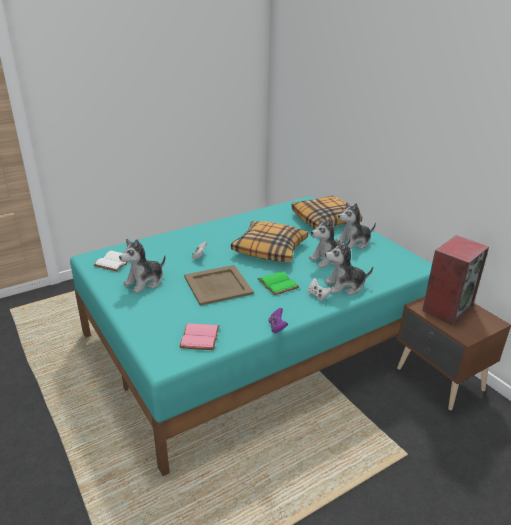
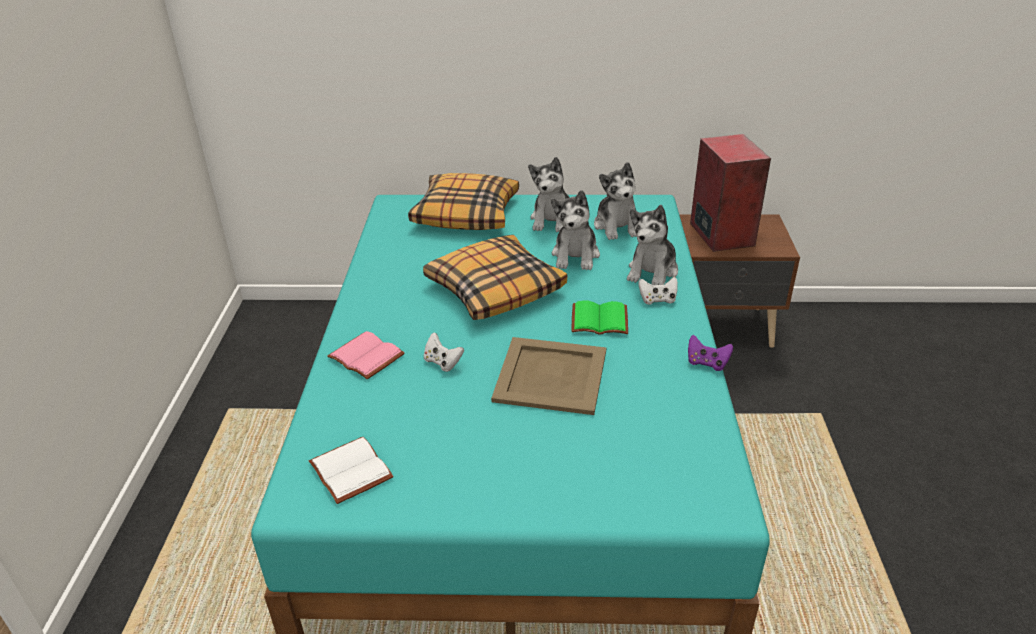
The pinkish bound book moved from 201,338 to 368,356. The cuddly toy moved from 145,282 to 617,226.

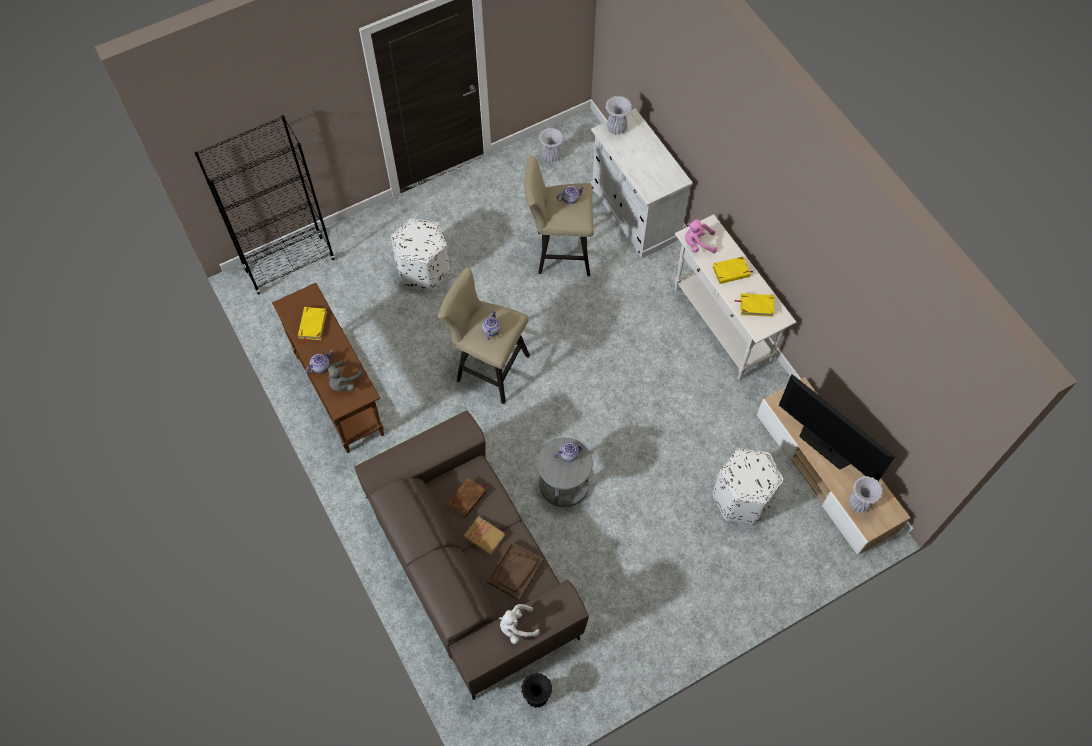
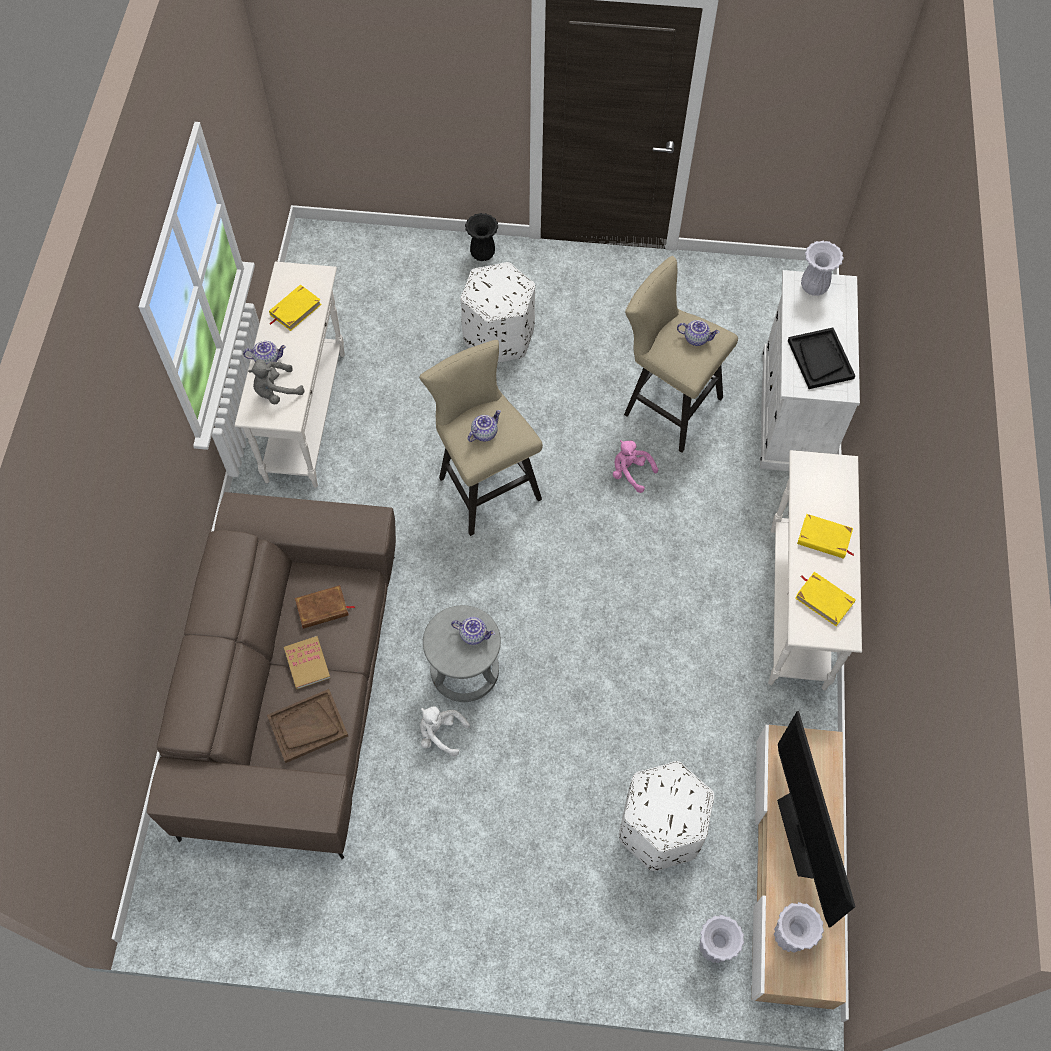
The brown-coloured narrow table at 340,395 became the white narrow table at 306,416. The white cuddly toy moved from 517,627 to 440,734. The blackish decorative vase moved from 537,696 to 483,254. The pinkish cuddly toy moved from 698,244 to 630,472. The white decorative vase moved from 550,157 to 714,946. The blackish carrying tray at 820,359 appeared. The blackish bookshelf at 290,264 disappeared.

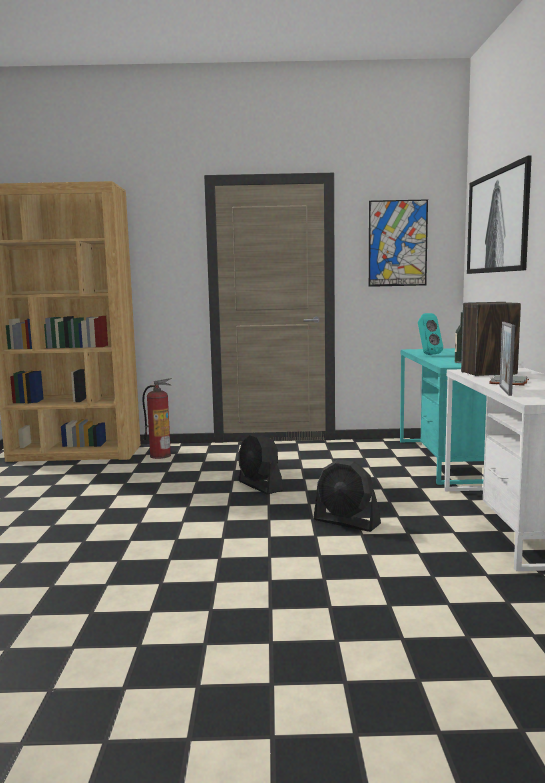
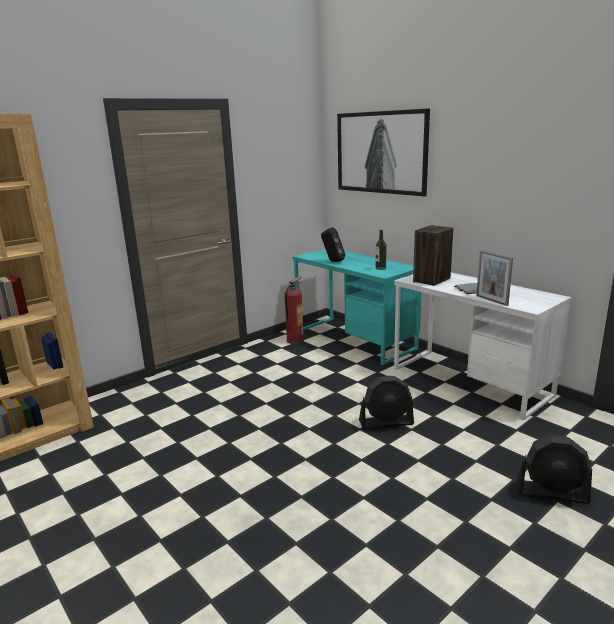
The fire extinguisher moved from 160,455 to 295,340. The turquoise-coloured speaker at 427,354 became the blackish speaker at 332,261. The blackish fan moved from 260,486 to 552,492. The wall art at 397,243 disappeared.

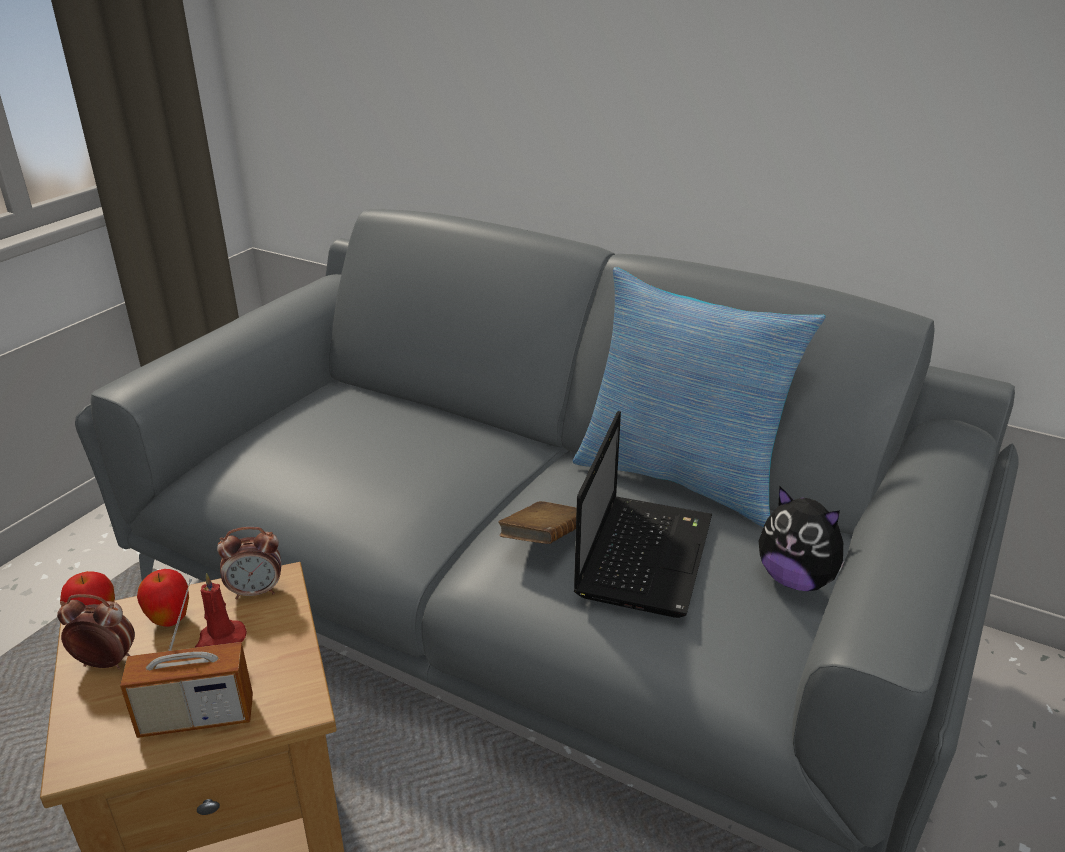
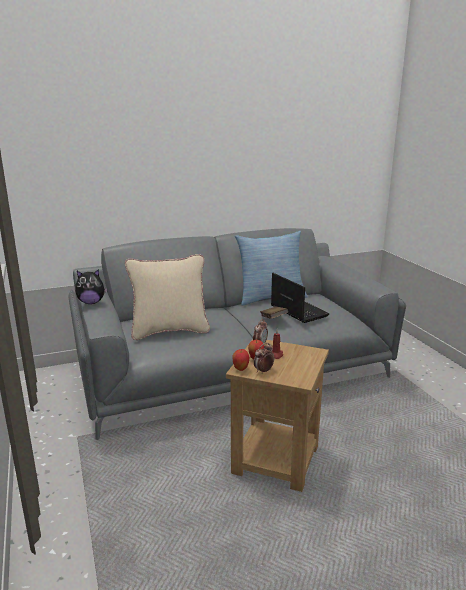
The cuddly toy moved from 797,580 to 91,302. The beige throw pillow at 169,331 appeared. The radio set at 196,717 disappeared.

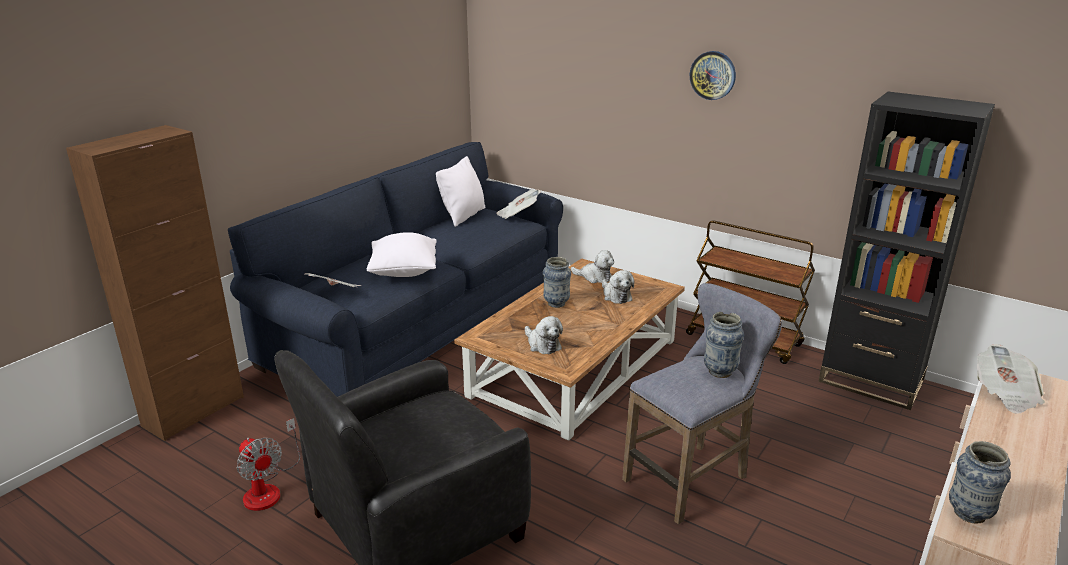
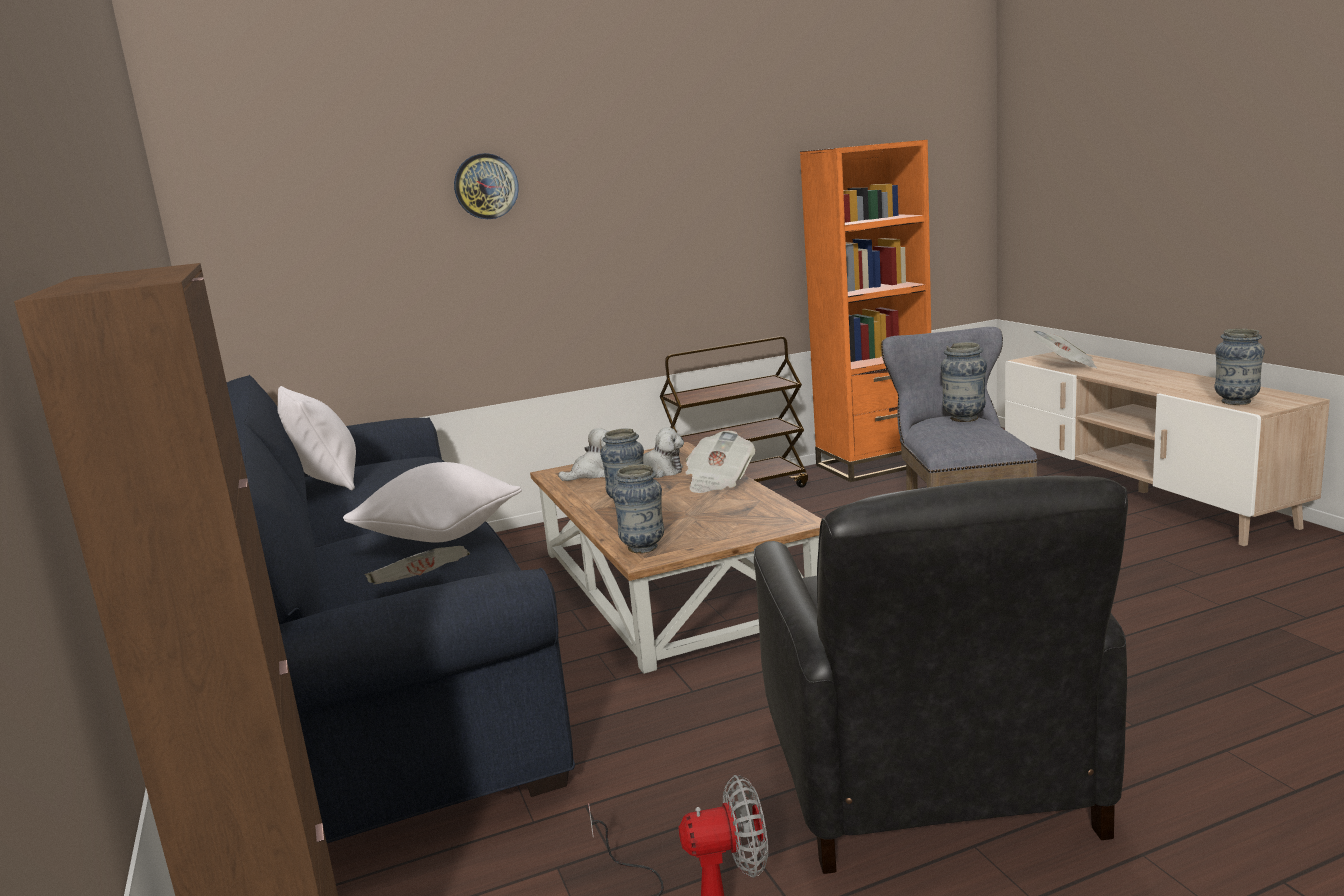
The wall clock moved from 713,75 to 486,186. The decorative vase at 643,547 appeared. The printed paper moved from 518,215 to 718,481. The blackish bookshelf at 870,381 became the orange-coloured bookshelf at 874,464. The cuddly toy at 542,344 disappeared.

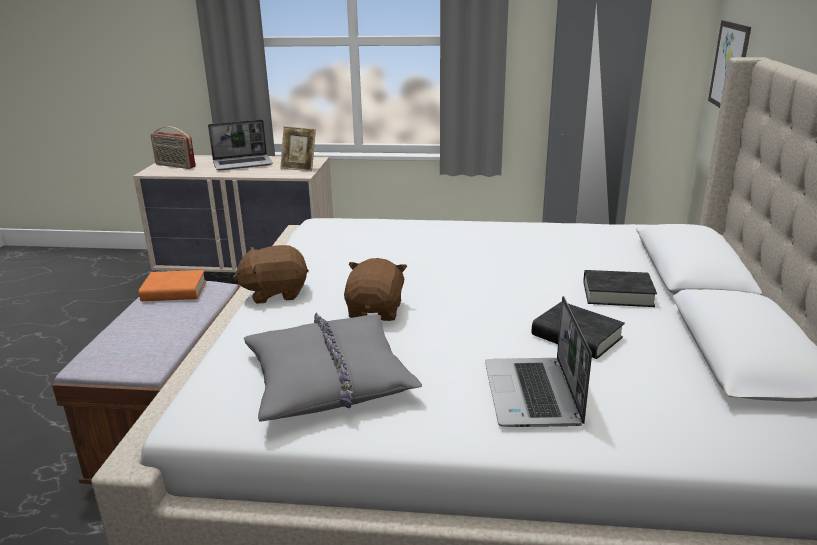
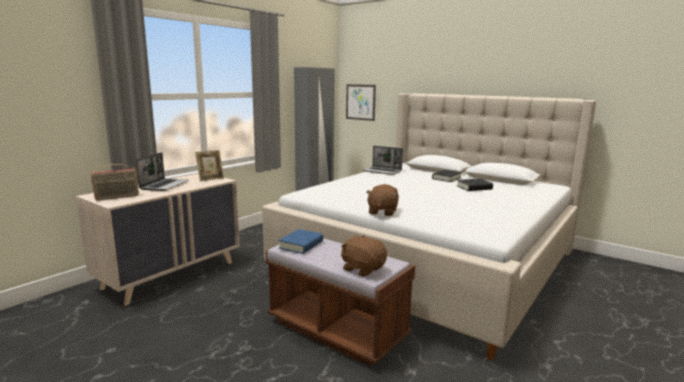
The orange-coloured bound book at 174,291 became the blue-coloured bound book at 301,245. The brown-coloured cuddly toy moved from 376,311 to 363,269. The laptop moved from 533,395 to 383,171. The grey throw pillow at 328,379 disappeared.

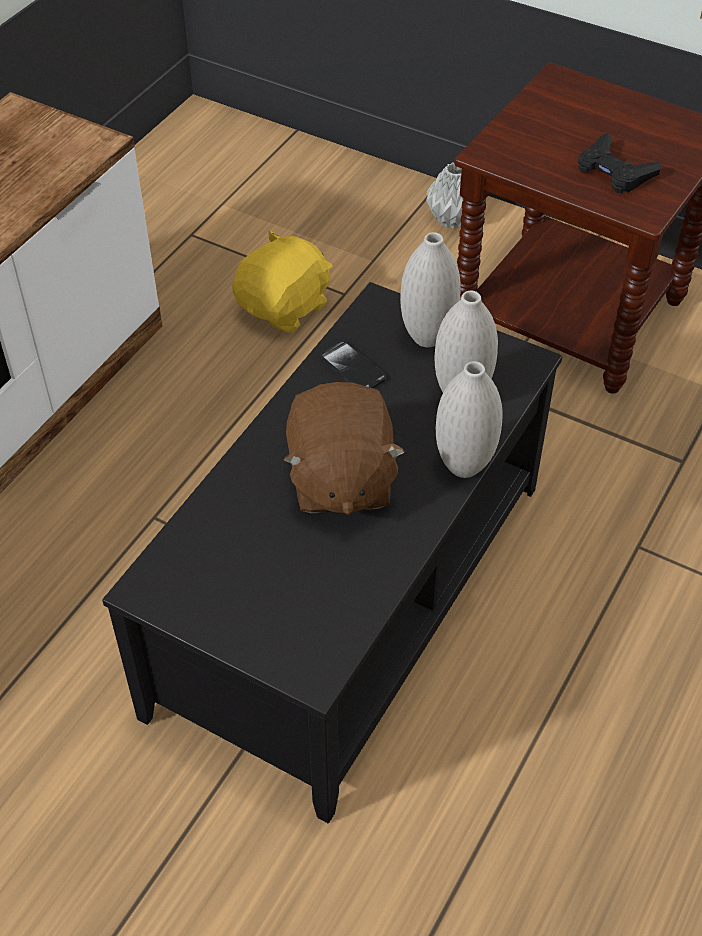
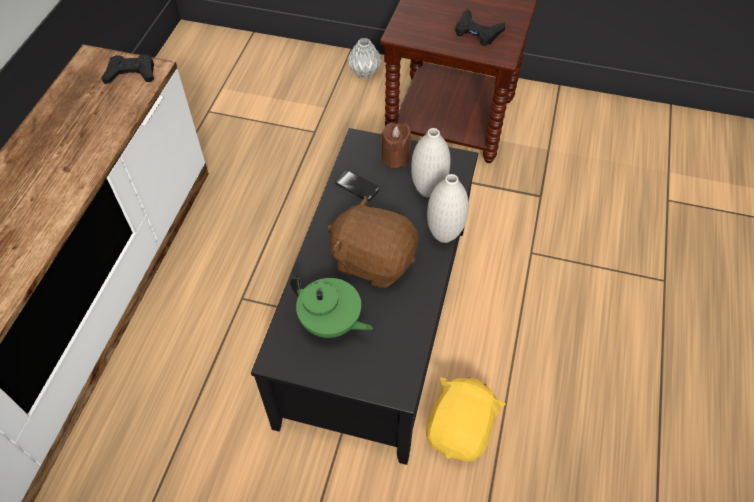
The blackish joypad at 131,74 appeared. The green-coloured pot for tea at 331,323 appeared. The brown-coloured cuddly toy at 340,479 turned 135 degrees clockwise. The white decorative vase at 427,338 was replaced by the brown-coloured candle at 395,157. The yellow-coloured cuddly toy moved from 285,307 to 460,429.

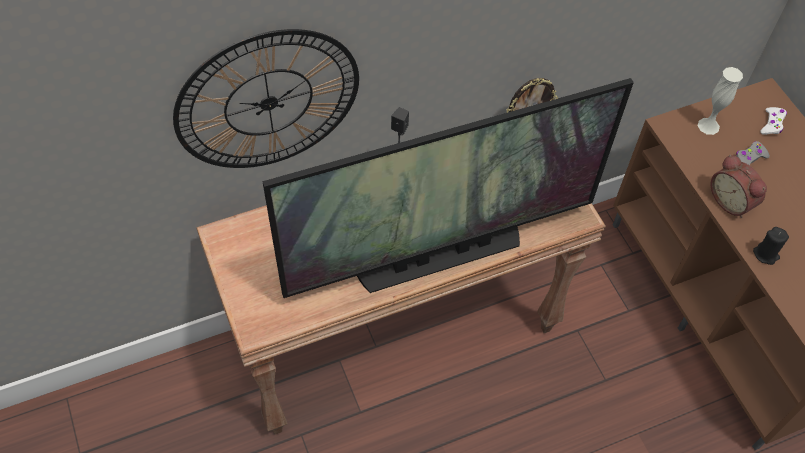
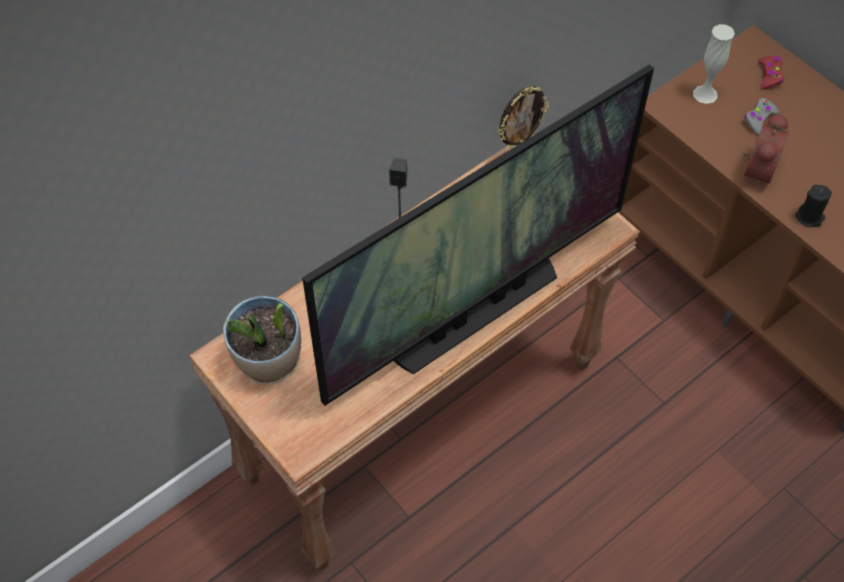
The plant in a pot at 269,362 appeared. The bedside clock at 732,201 turned 105 degrees counterclockwise. The white joypad at 772,124 became the red joypad at 770,75. The wall clock at 268,102 disappeared.

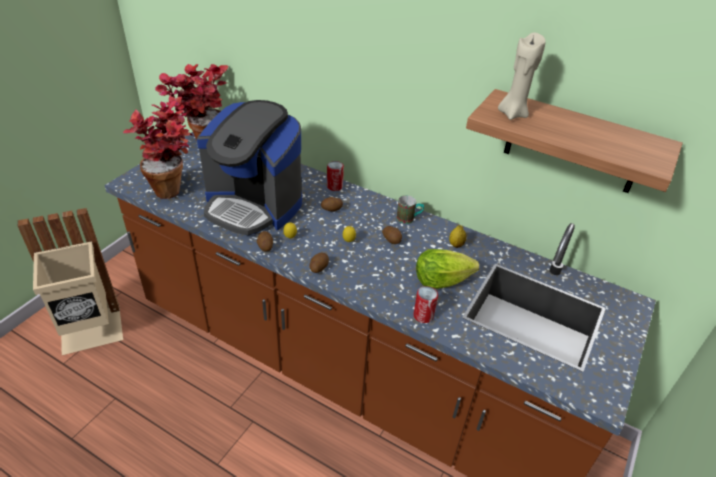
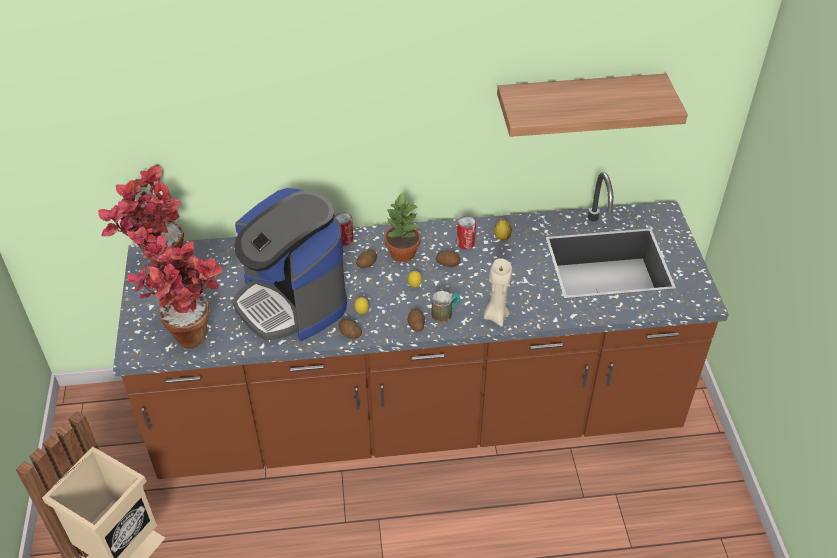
The coffee machine at 253,205 turned 60 degrees clockwise. The plant in a pot at 402,253 appeared. The coffee mug moved from 409,219 to 445,314. The sealed can moved from 423,315 to 465,243. The beige candle moved from 512,114 to 496,316. The head of lettuce at 441,280 disappeared.

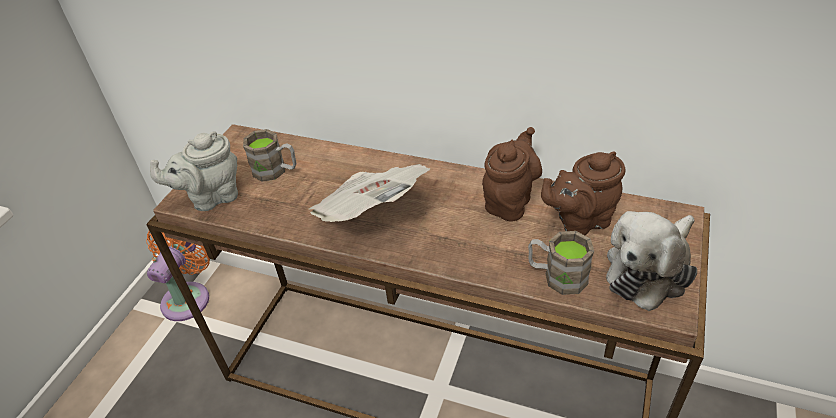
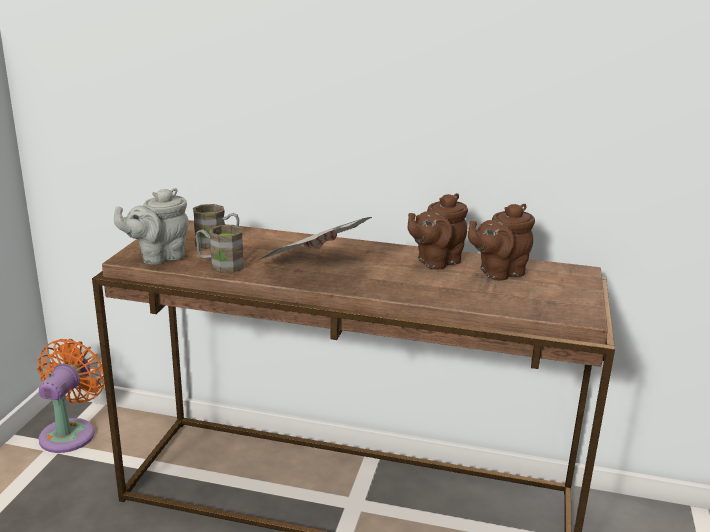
The brown-coloured coffee mug moved from 557,276 to 220,265. The brown-coloured pot for tea at 509,201 turned 150 degrees counterclockwise. The cuddly toy at 649,270 disappeared.

